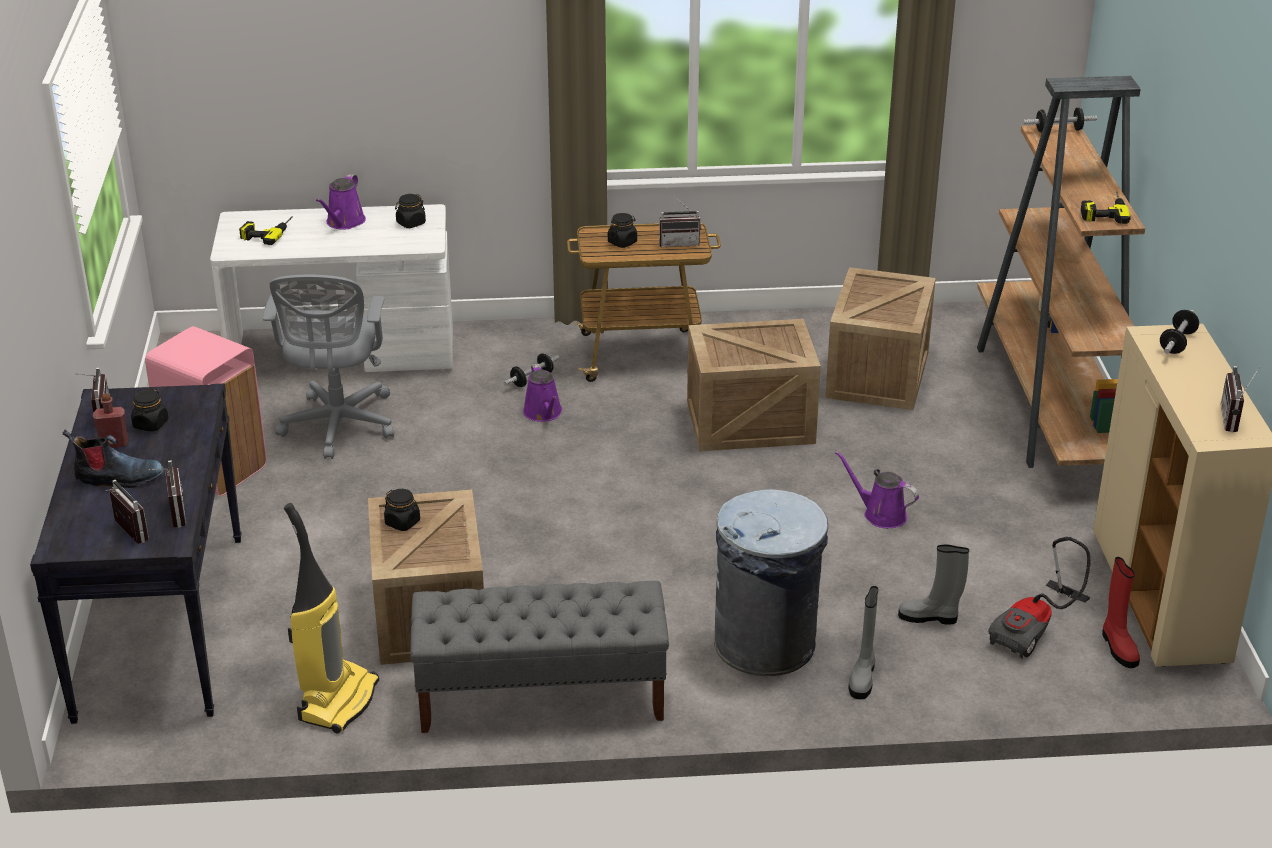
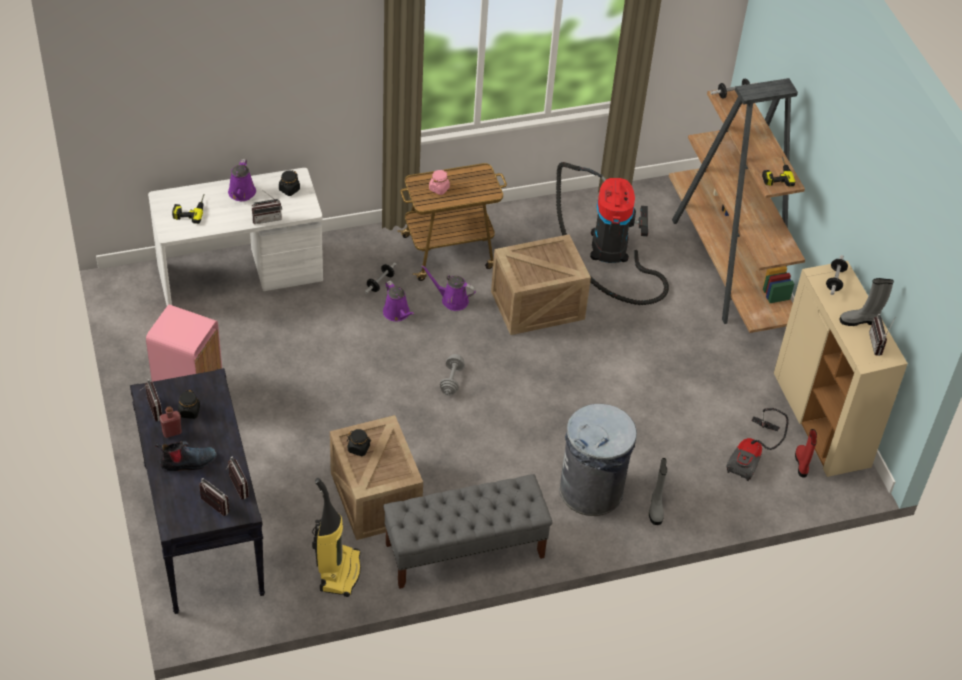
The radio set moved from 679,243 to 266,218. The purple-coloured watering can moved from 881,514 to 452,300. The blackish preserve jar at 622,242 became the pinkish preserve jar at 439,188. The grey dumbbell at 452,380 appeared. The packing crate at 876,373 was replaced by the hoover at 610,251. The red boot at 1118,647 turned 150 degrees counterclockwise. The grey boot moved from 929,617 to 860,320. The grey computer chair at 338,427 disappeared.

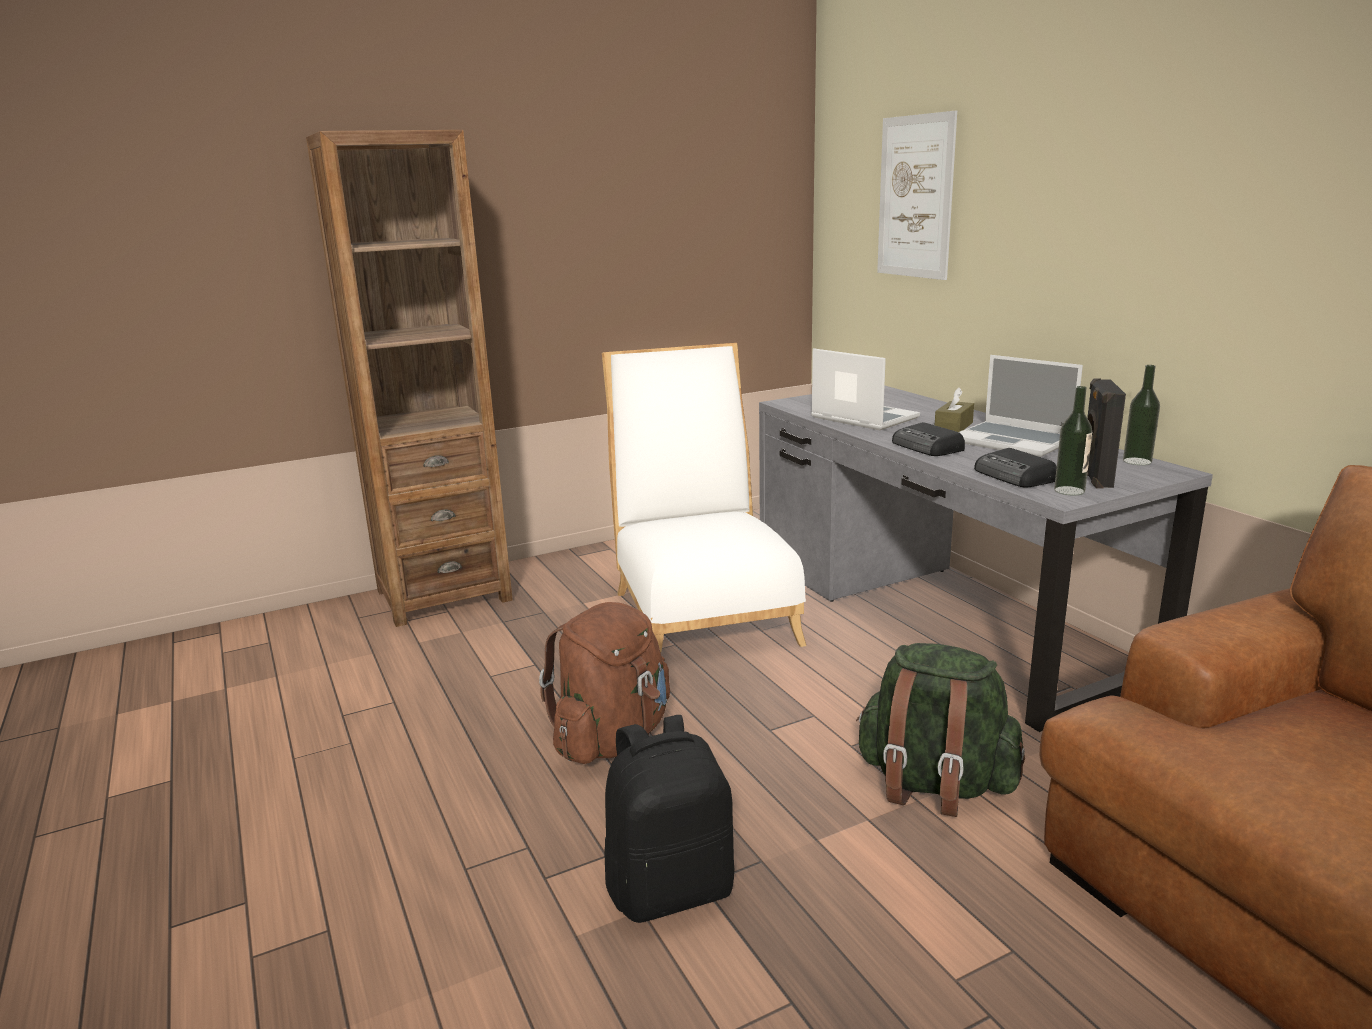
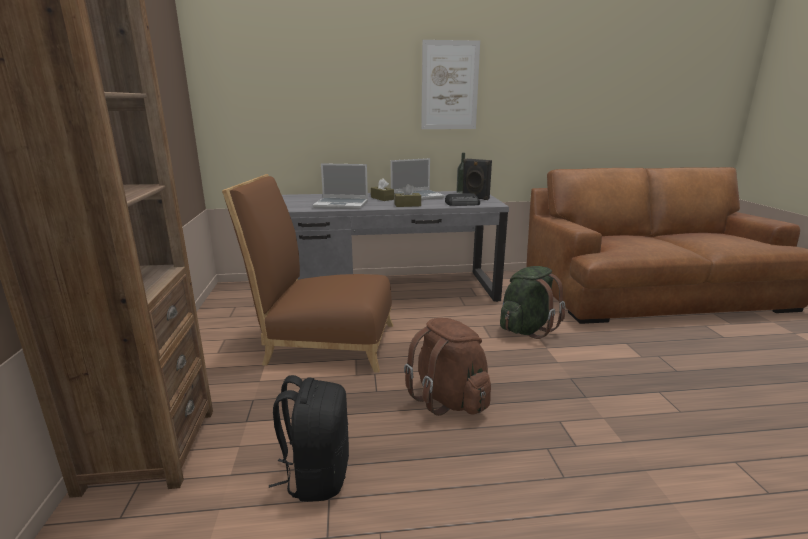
The white plain chair at 702,611 became the brown-coloured plain chair at 323,342. The blackish backpack moved from 671,888 to 316,475. The laptop at 862,418 turned 150 degrees counterclockwise. The radio set at 928,447 was replaced by the brown-coloured tissue box at 407,205. The wall art moved from 915,197 to 449,86. The drink bottle at 1069,491 disappeared.

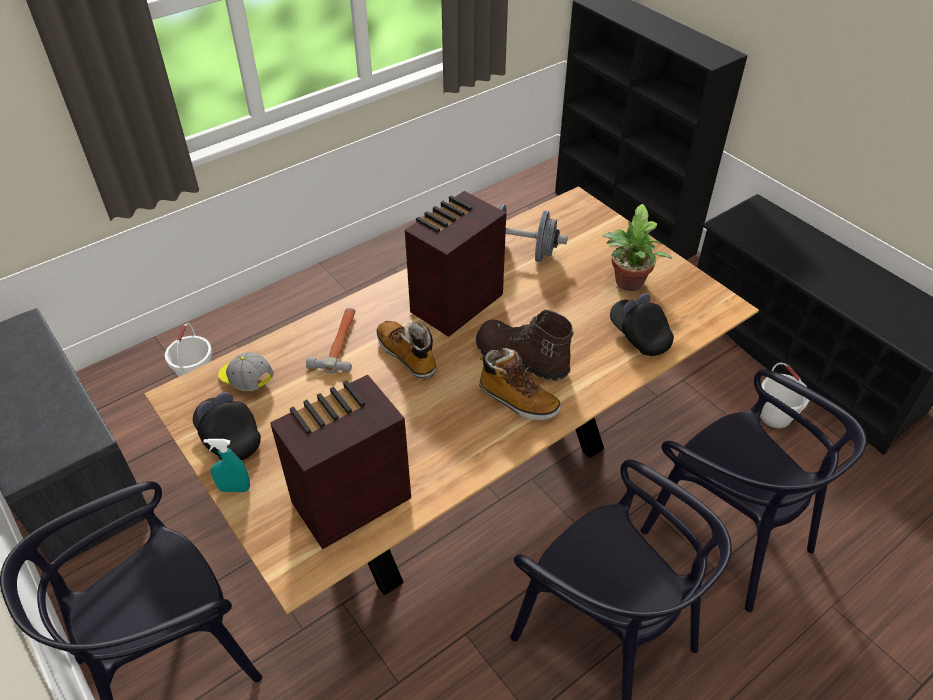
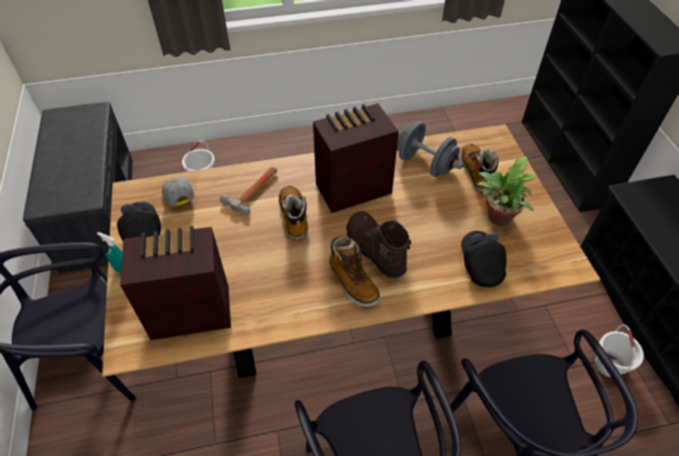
The boot at 476,173 appeared.

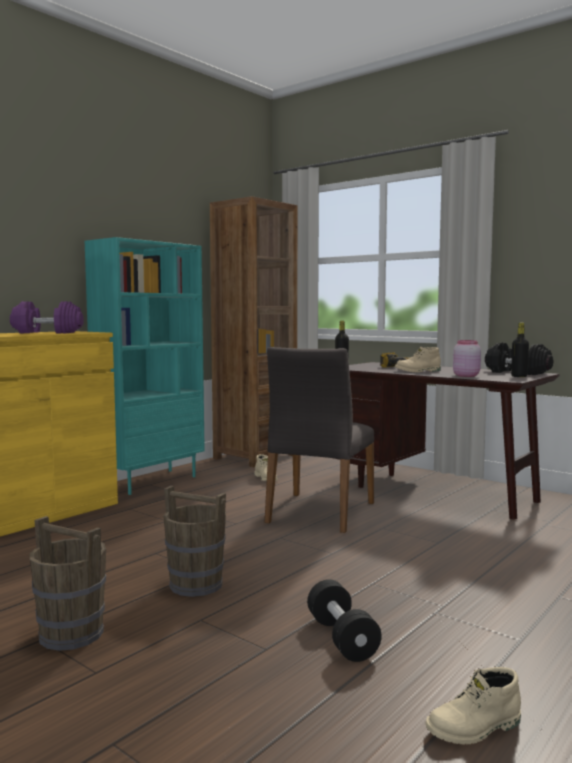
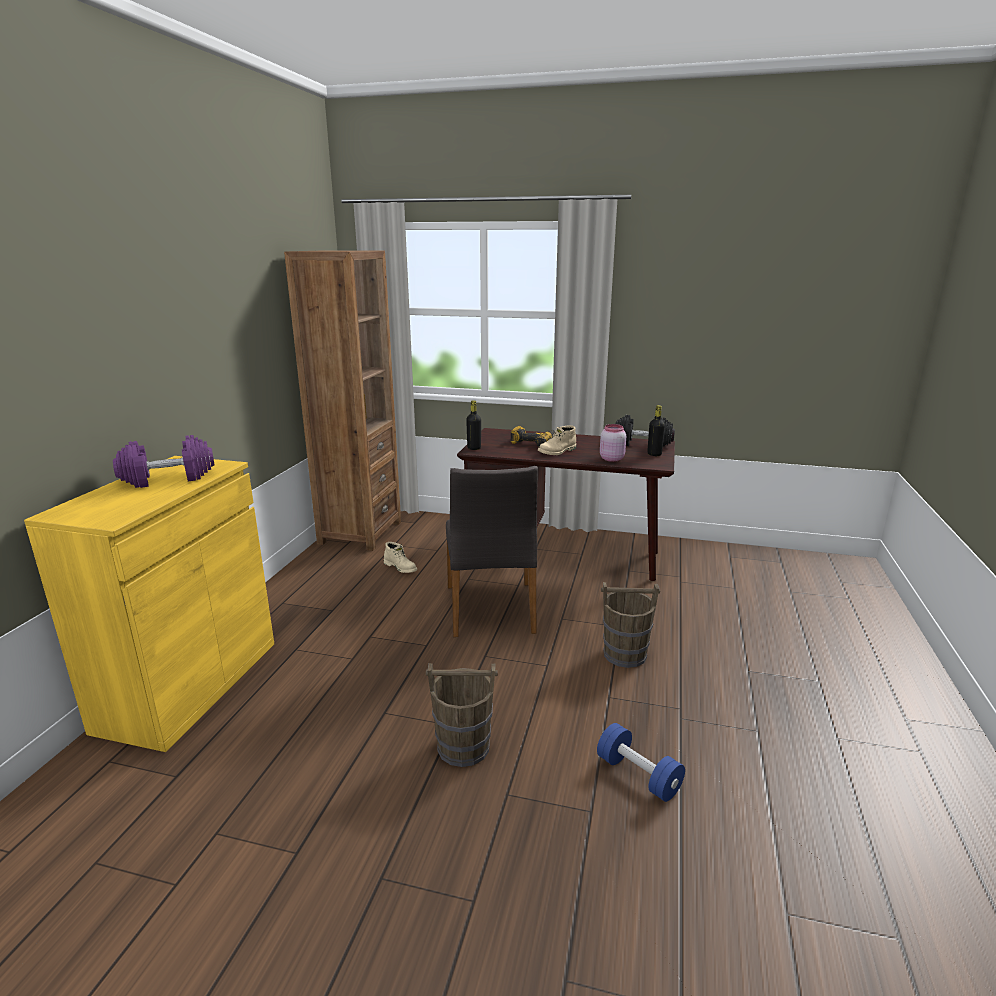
The blackish dumbbell at 342,638 became the blue-coloured dumbbell at 638,775. The brown-coloured bucket moved from 71,634 to 625,654. The turquoise-coloured bookshelf at 151,481 disappeared. The beige boot at 474,729 disappeared.

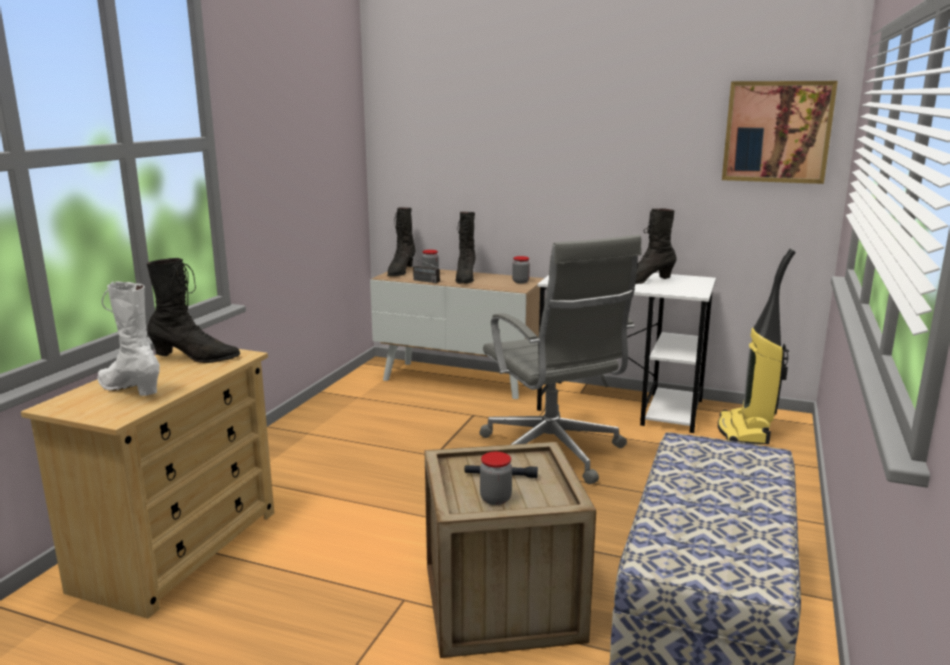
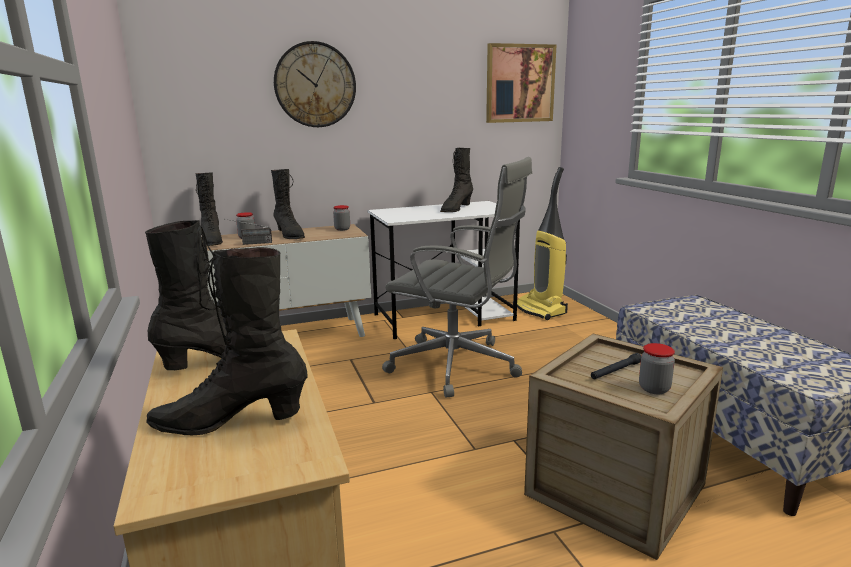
The white boot at 130,389 became the blackish boot at 231,421. The wall clock at 315,85 appeared.

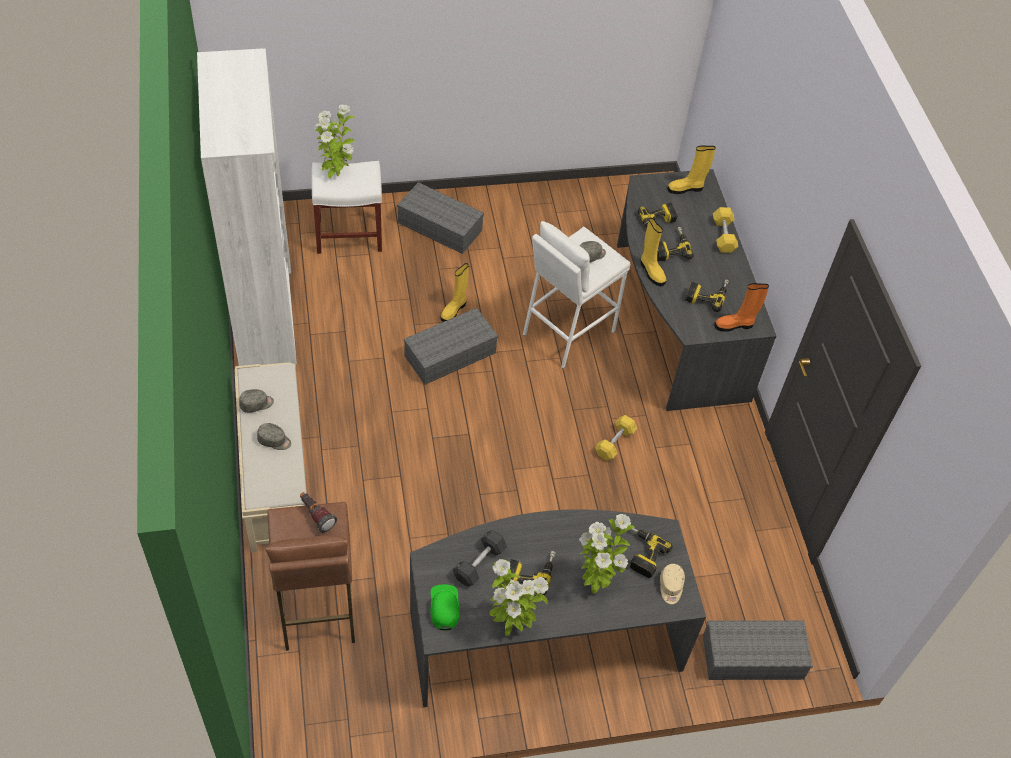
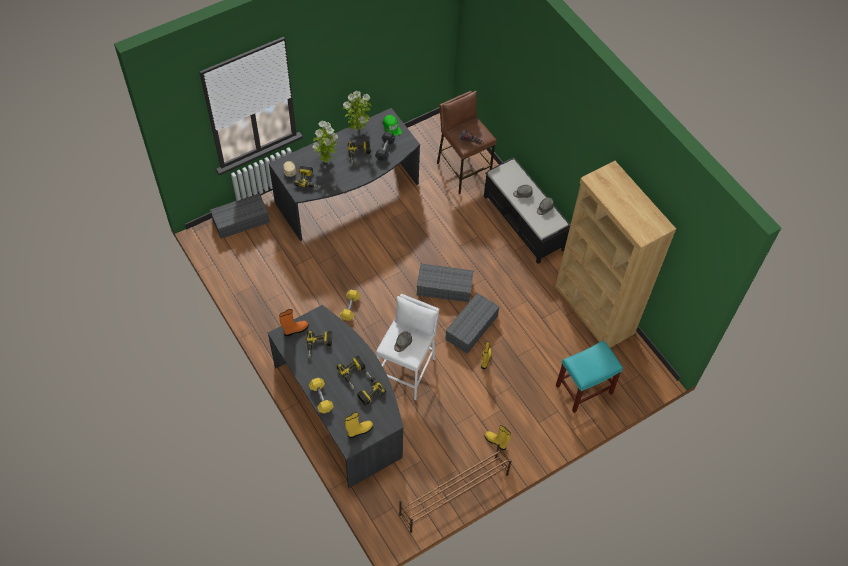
The brown-coloured shoe shelf at 453,494 appeared. The grey storage bin moved from 441,226 to 443,288. The beige long seat at 275,474 became the blackish long seat at 524,223. The yellow-coloured boot moved from 651,272 to 496,442. The white bookshelf at 265,315 became the brown-coloured bookshelf at 594,310. The white stool at 350,235 became the turquoise-coloured stool at 583,390. The plant in a pot at 336,175 disappeared.

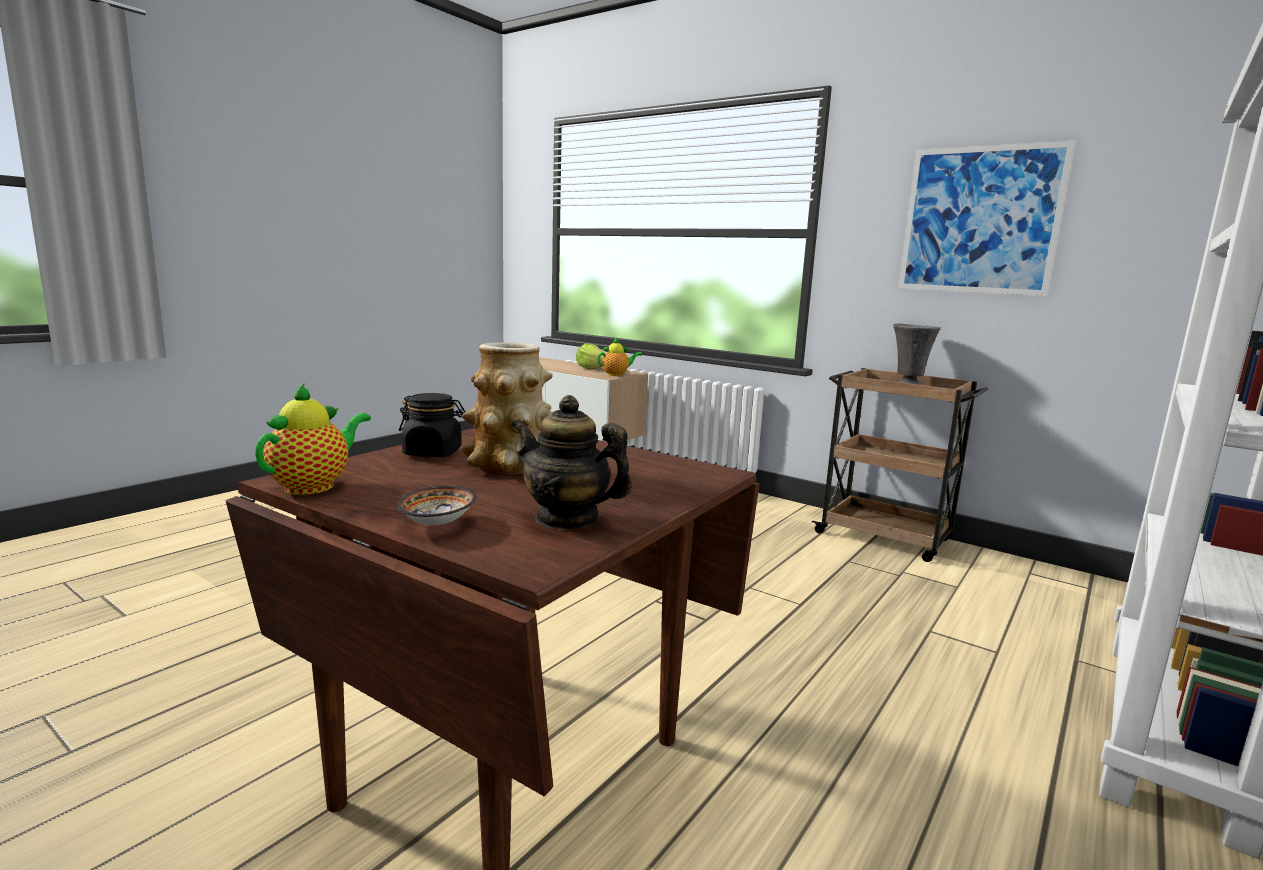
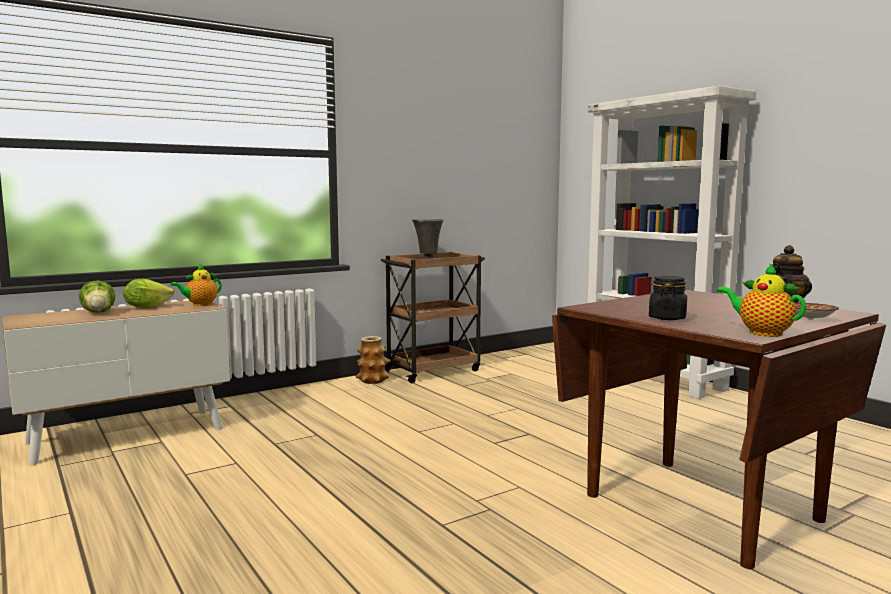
The head of lettuce at 99,313 appeared. The pot for tea at 617,374 turned 135 degrees counterclockwise. The decorative vase moved from 510,466 to 373,380. The wall art at 979,220 disappeared.

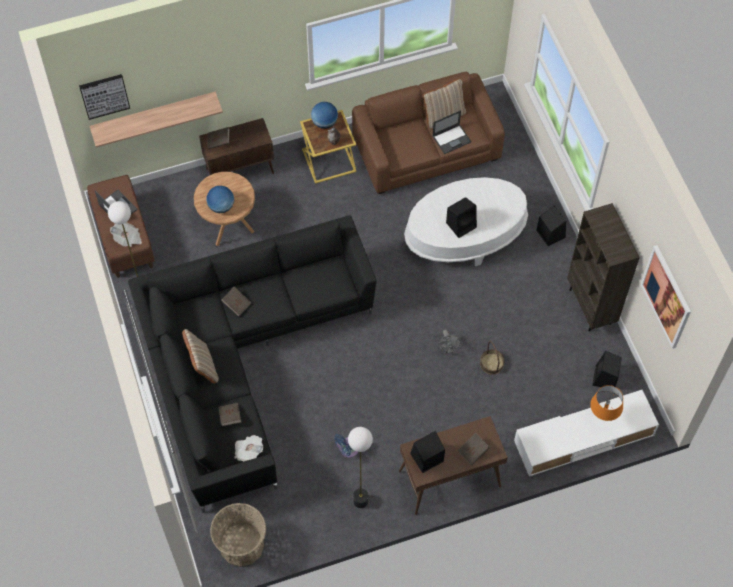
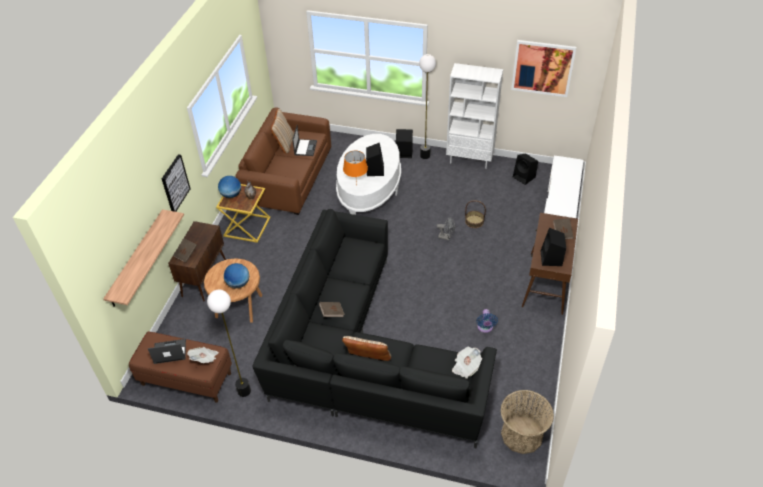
The wall art moved from 104,95 to 175,183. The orange-coloured table lamp moved from 602,417 to 356,185. The floor lamp moved from 361,501 to 425,155. The brown-coloured bookshelf at 591,307 became the white bookshelf at 470,160. The brown-coloured bound book at 230,417 disappeared.

